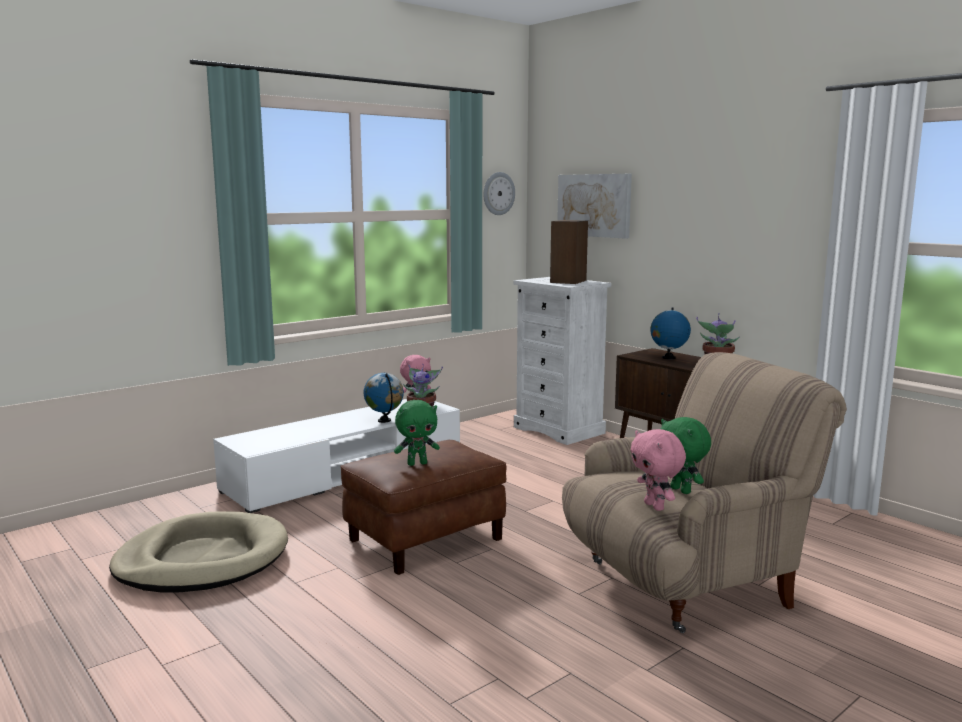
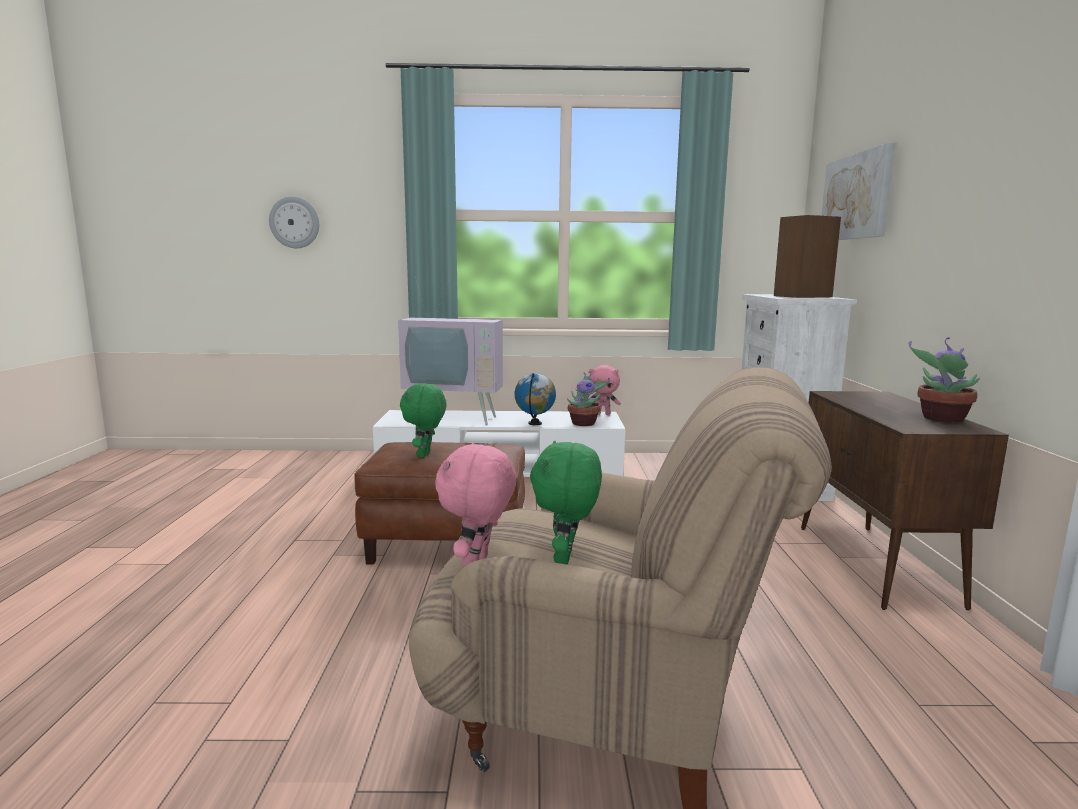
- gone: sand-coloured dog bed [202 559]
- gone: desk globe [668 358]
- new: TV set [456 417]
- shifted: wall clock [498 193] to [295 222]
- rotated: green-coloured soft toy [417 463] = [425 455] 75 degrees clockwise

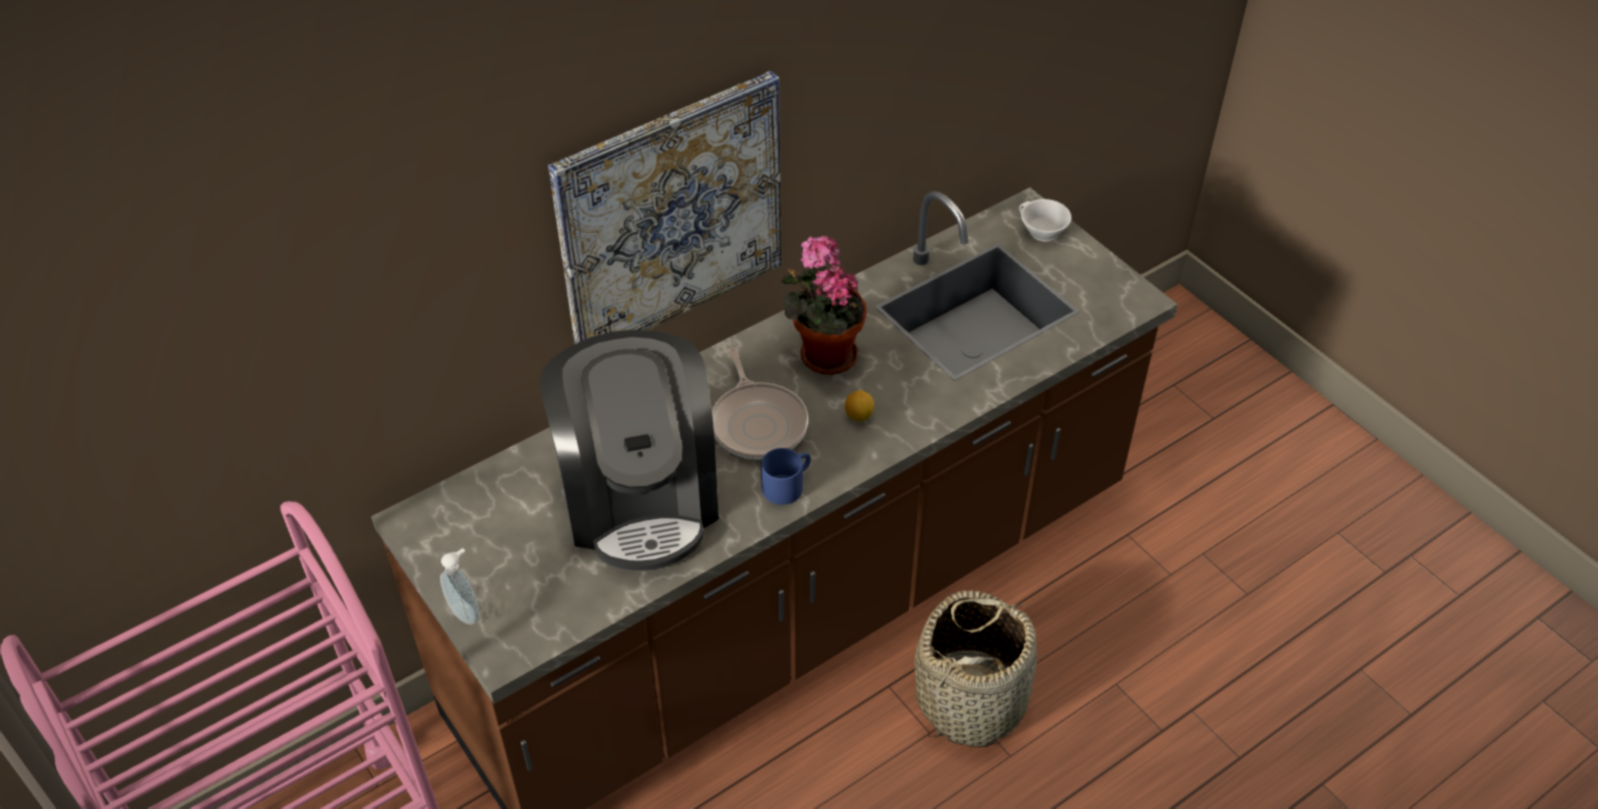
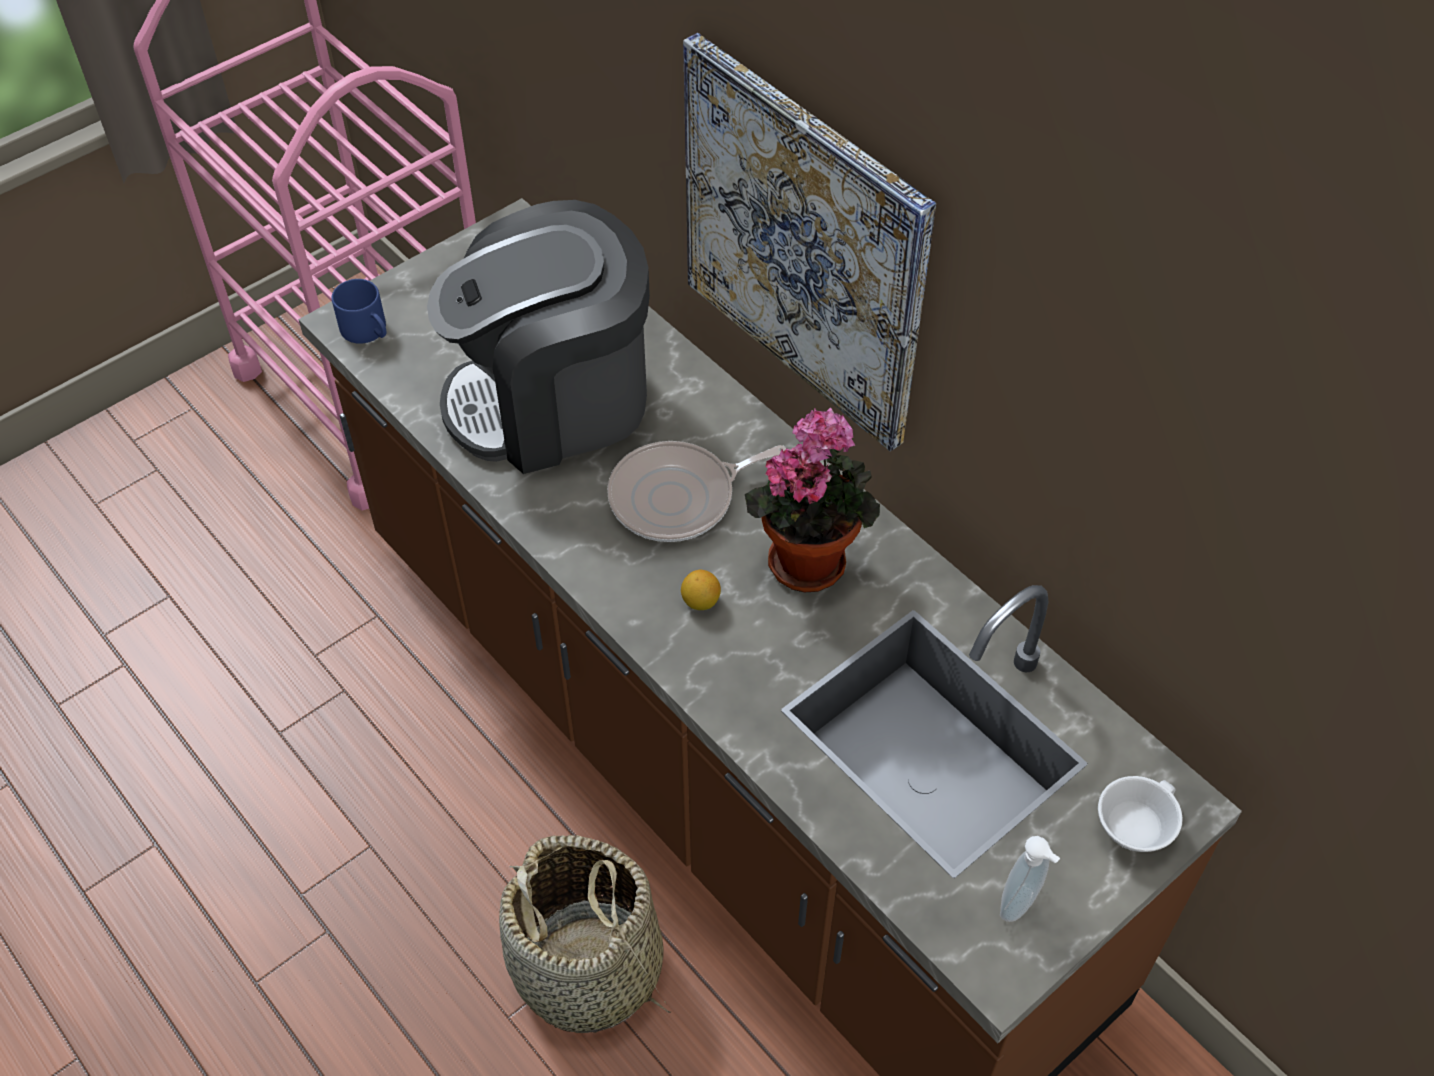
- shifted: soap dispenser [466 612] to [1021 905]
- shifted: blue-coloured coffee mug [787 484] to [369 331]

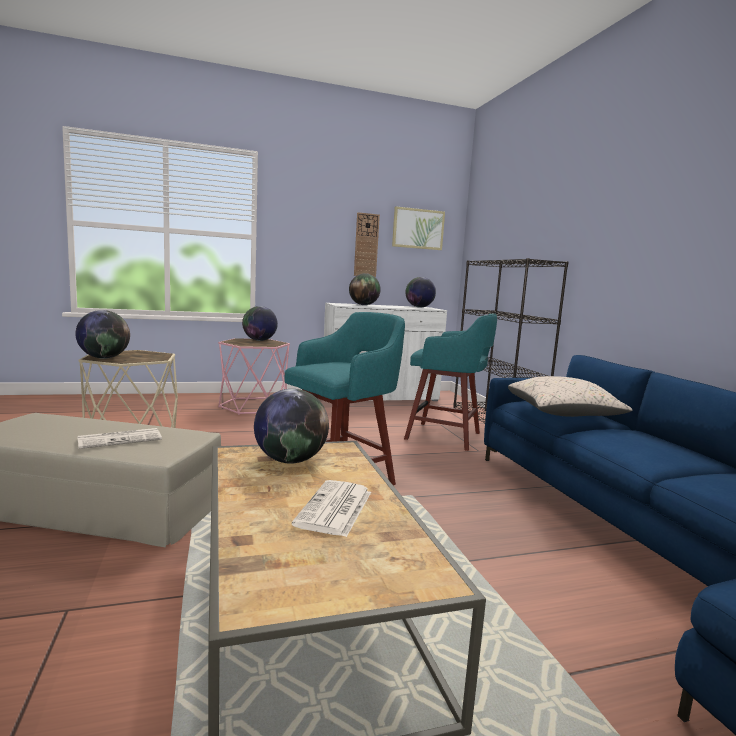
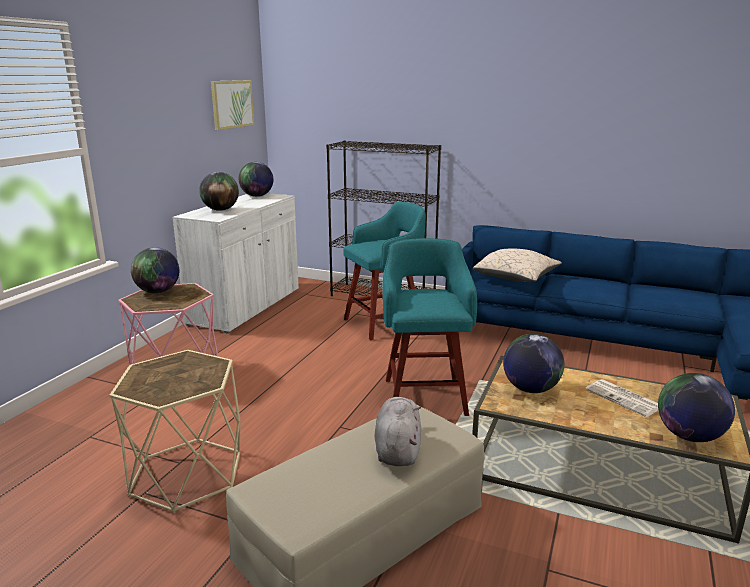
- gone: wall clock [366 245]
- shifted: desk globe [104 358] to [689 436]
- swapped: printed paper [121 439] to greyish soft toy [397 449]

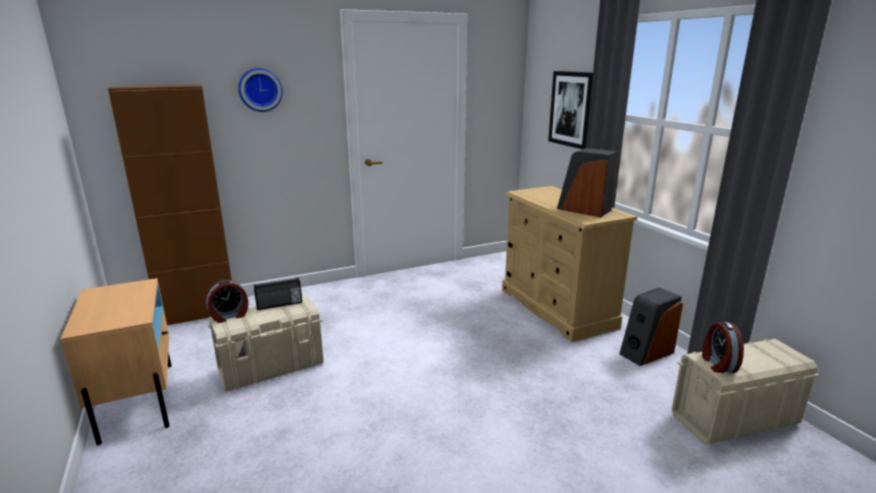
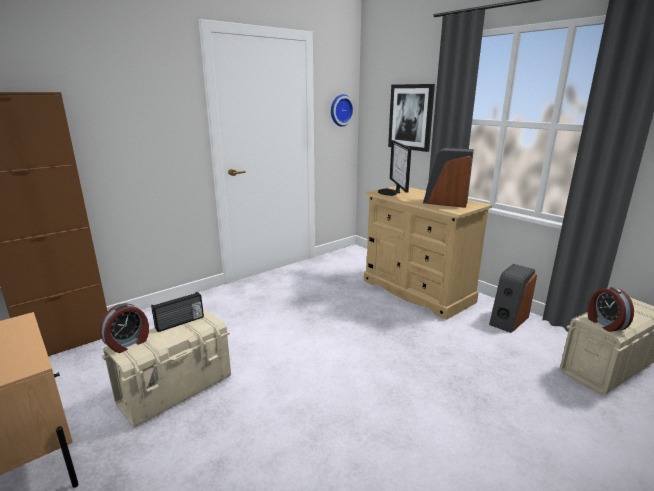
- new: computer display [391 192]
- shifted: wall clock [260 89] to [340 110]

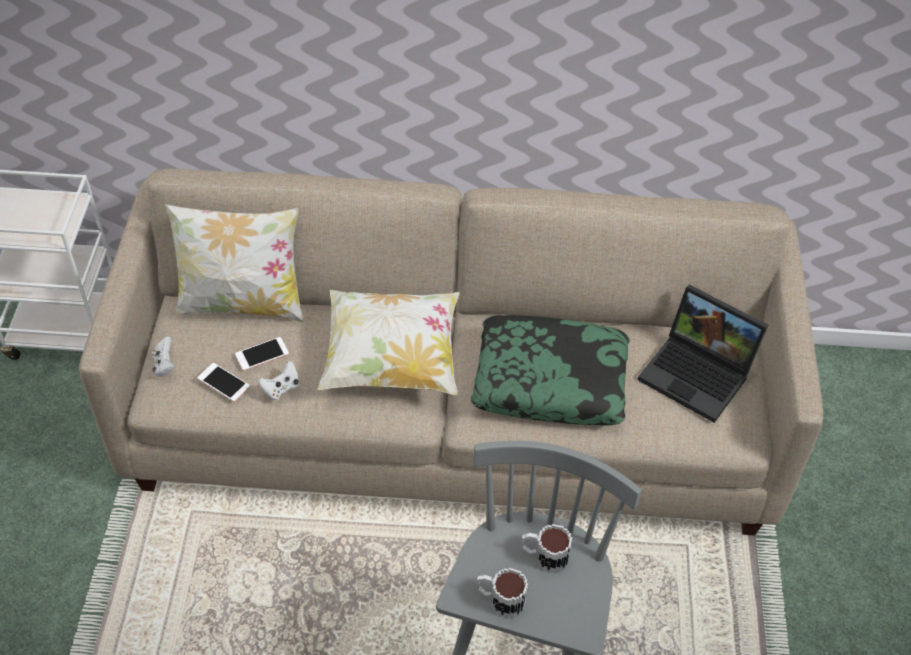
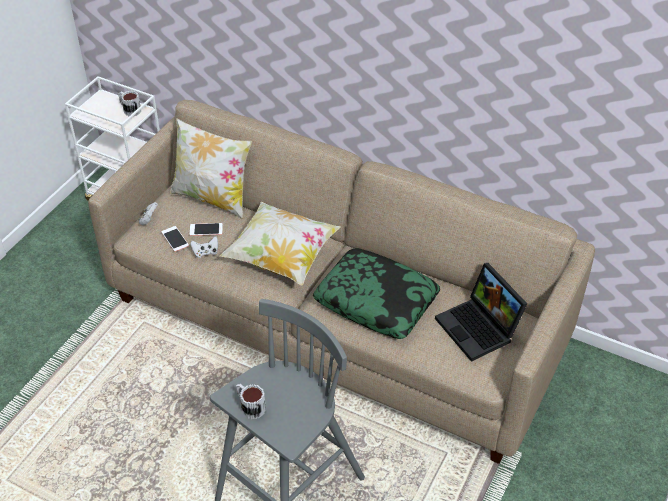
- shifted: coffee mug [544 556] to [129 109]

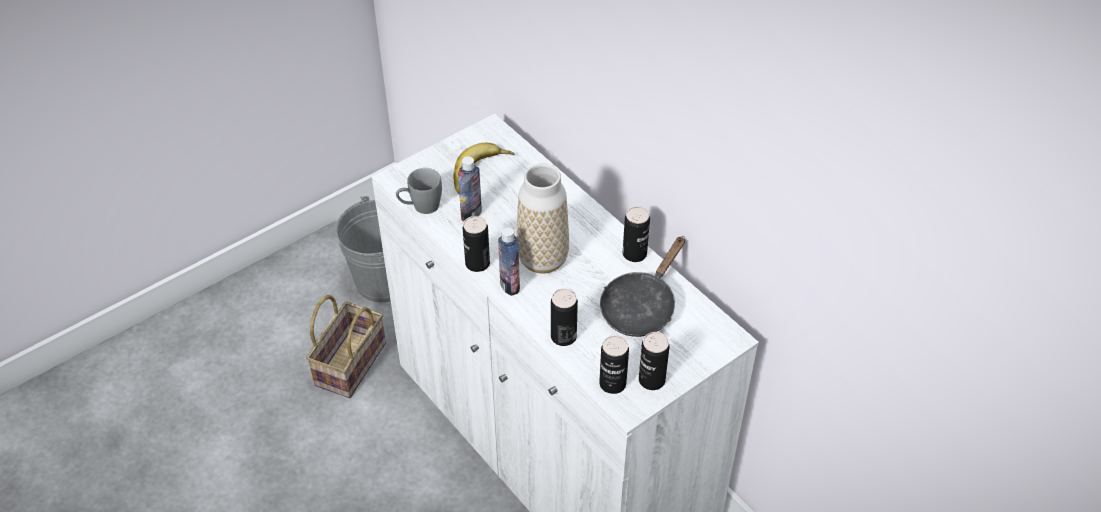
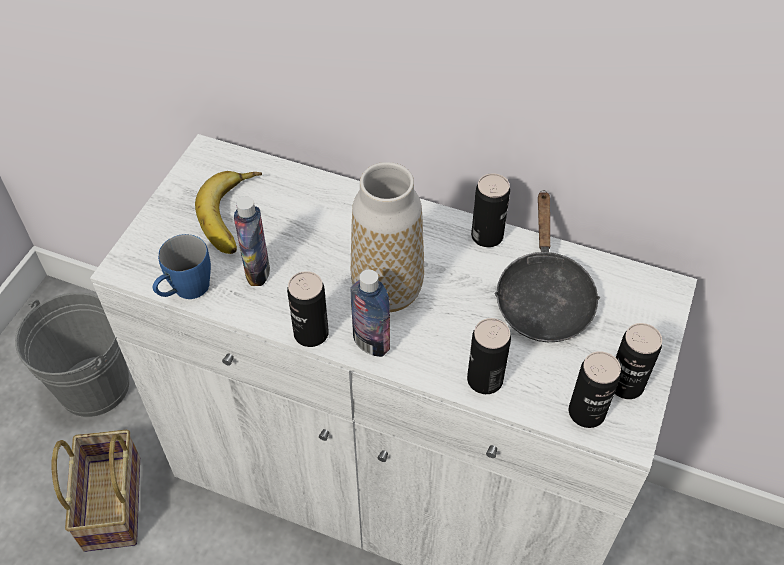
- repainted: greyish coffee mug [420 207] to blue-coloured coffee mug [185 291]

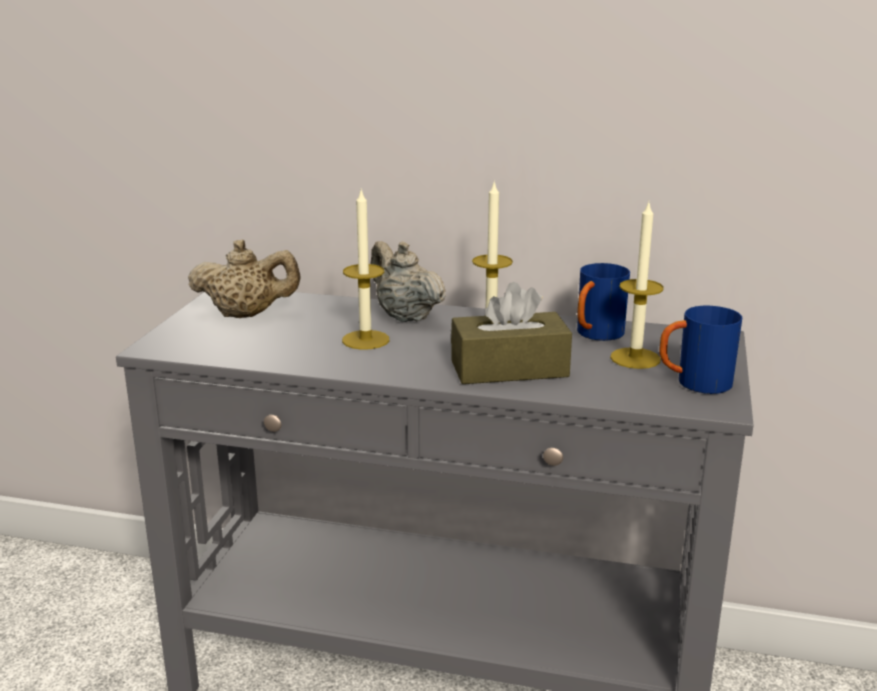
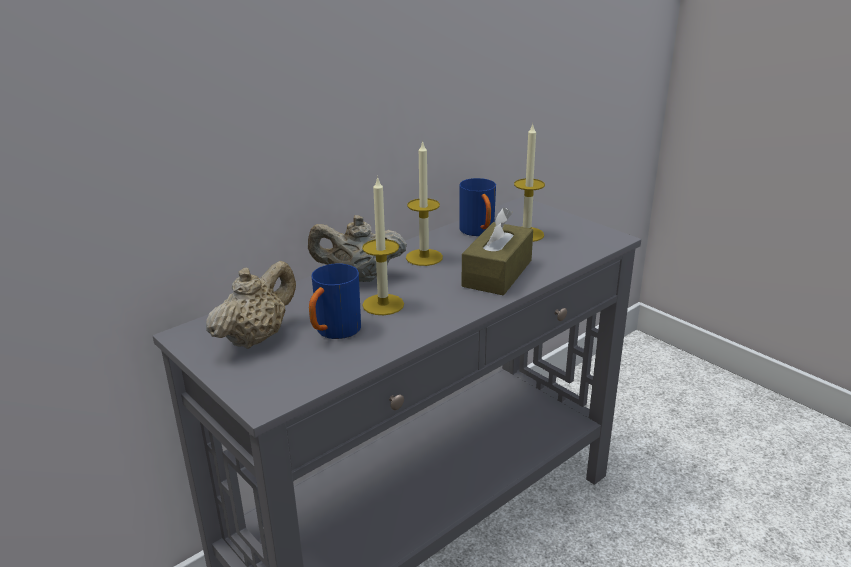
- shifted: blue-coloured coffee mug [694 384] to [333 333]

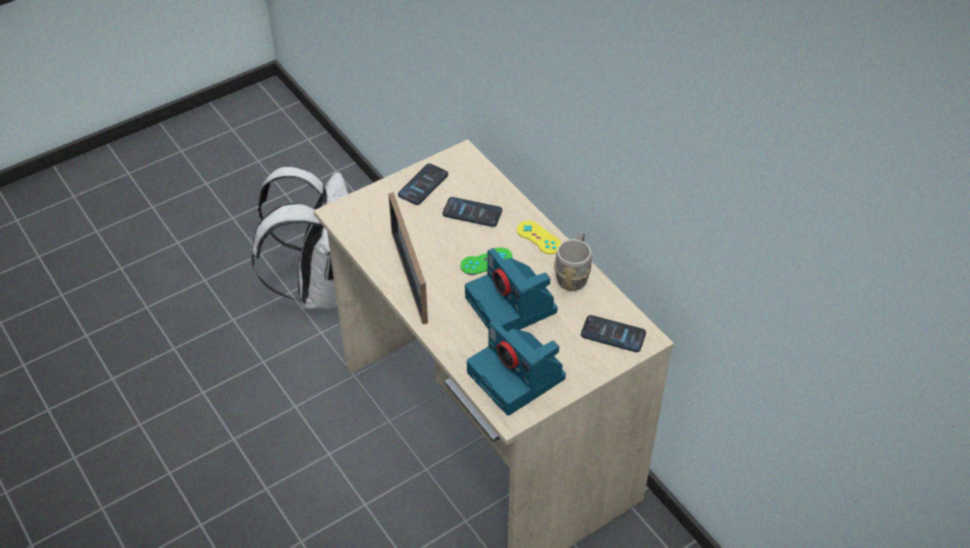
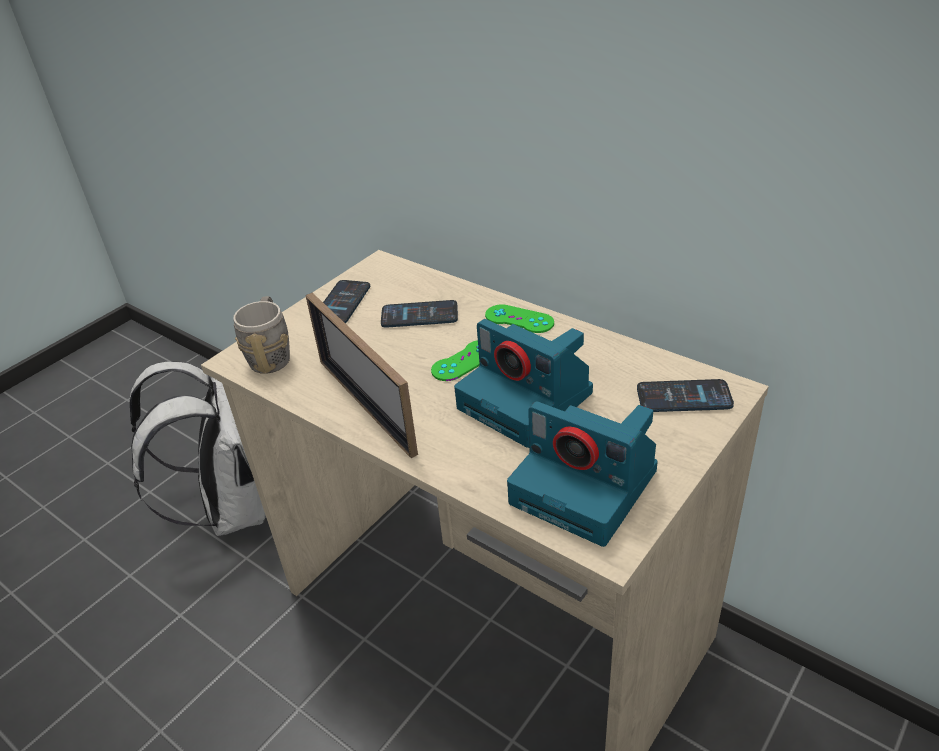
- shifted: greyish coffee mug [573 274] to [271 355]
- repainted: yellowish joypad [539 237] to green-coloured joypad [519 319]

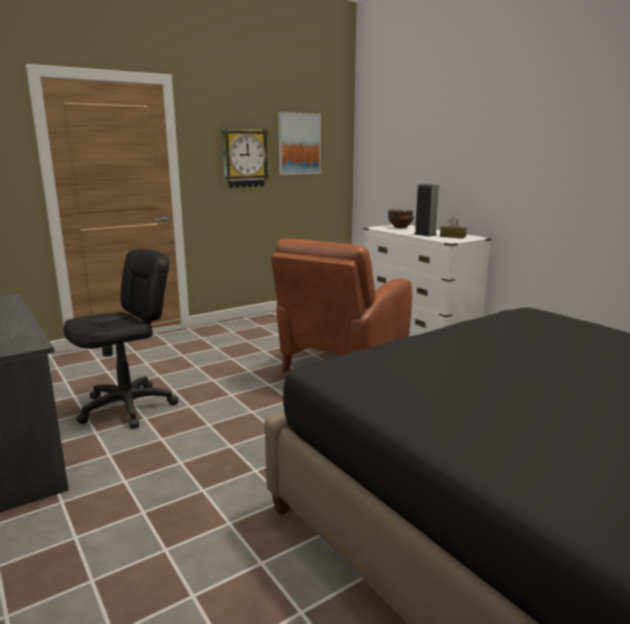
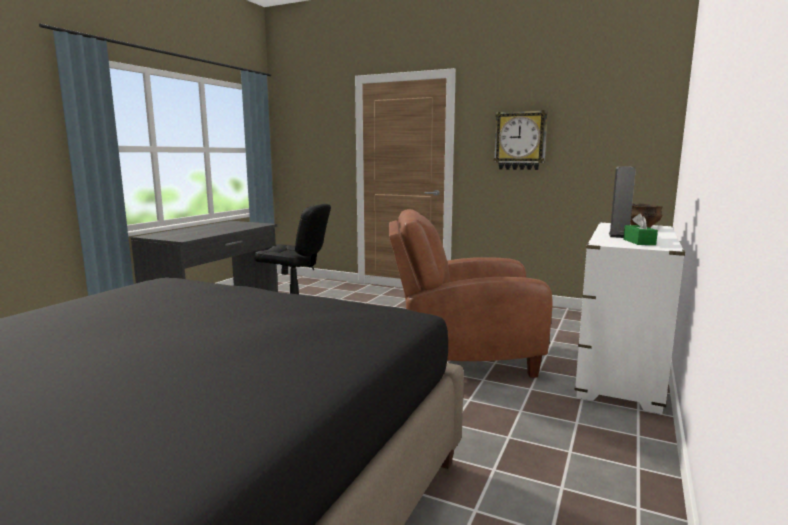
- gone: wall art [299 144]
- repainted: brownish box of tissues [452 236] to green-coloured box of tissues [639 242]

